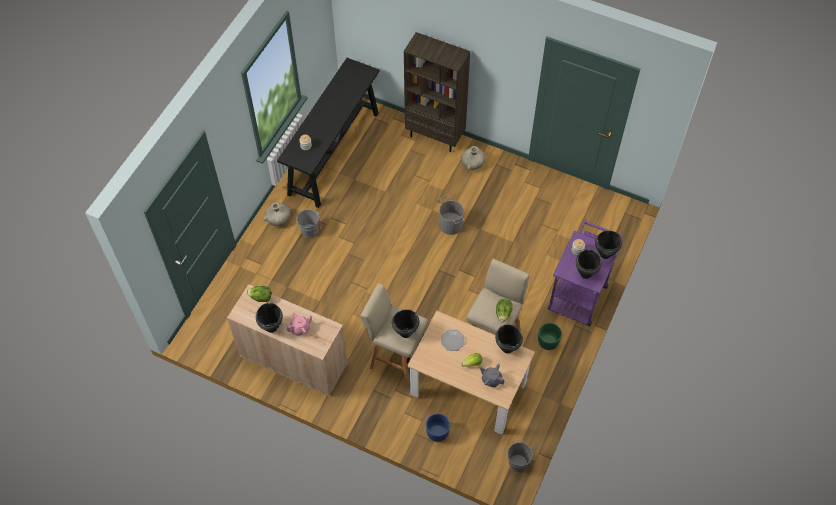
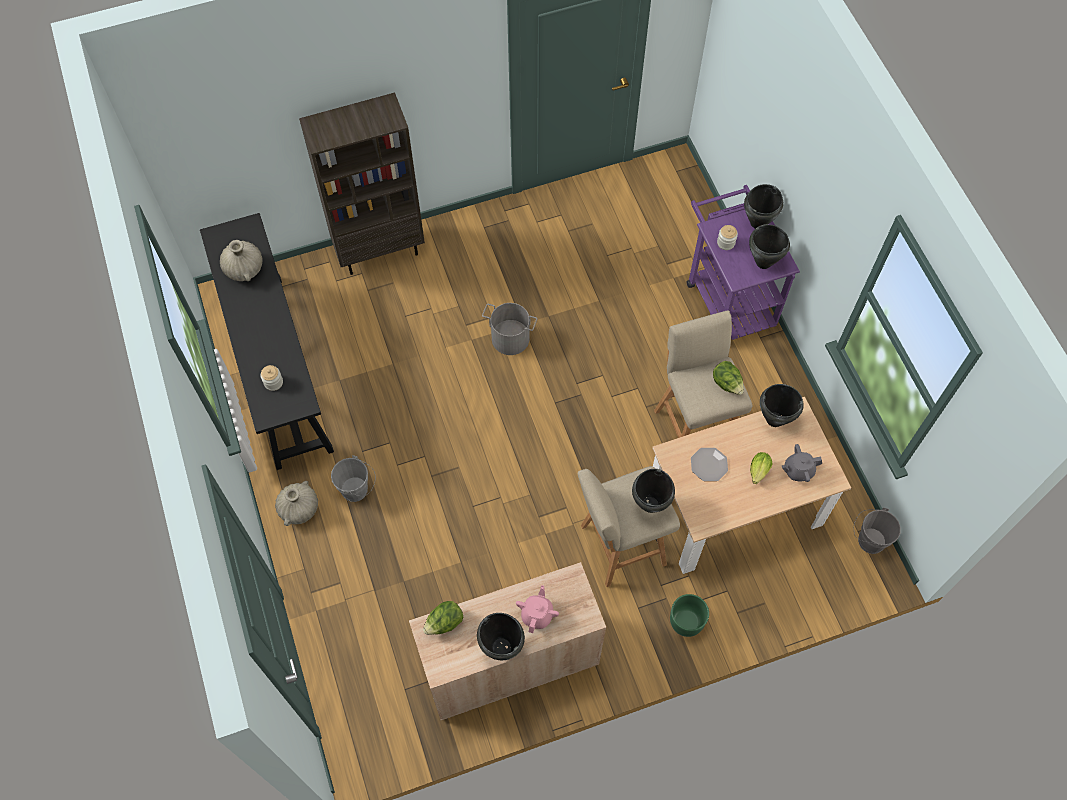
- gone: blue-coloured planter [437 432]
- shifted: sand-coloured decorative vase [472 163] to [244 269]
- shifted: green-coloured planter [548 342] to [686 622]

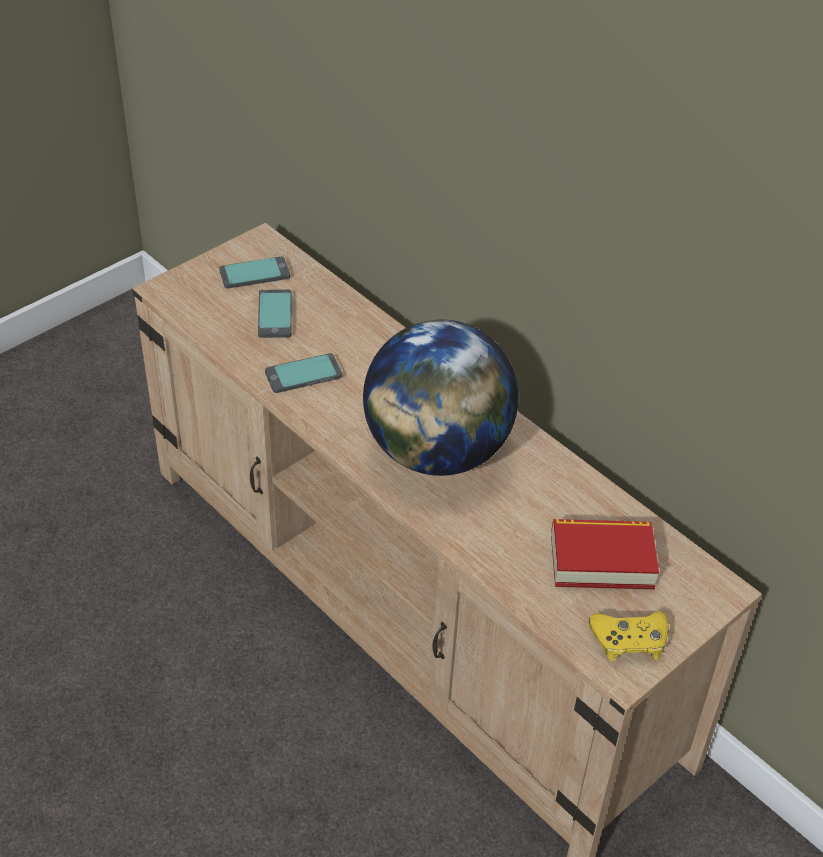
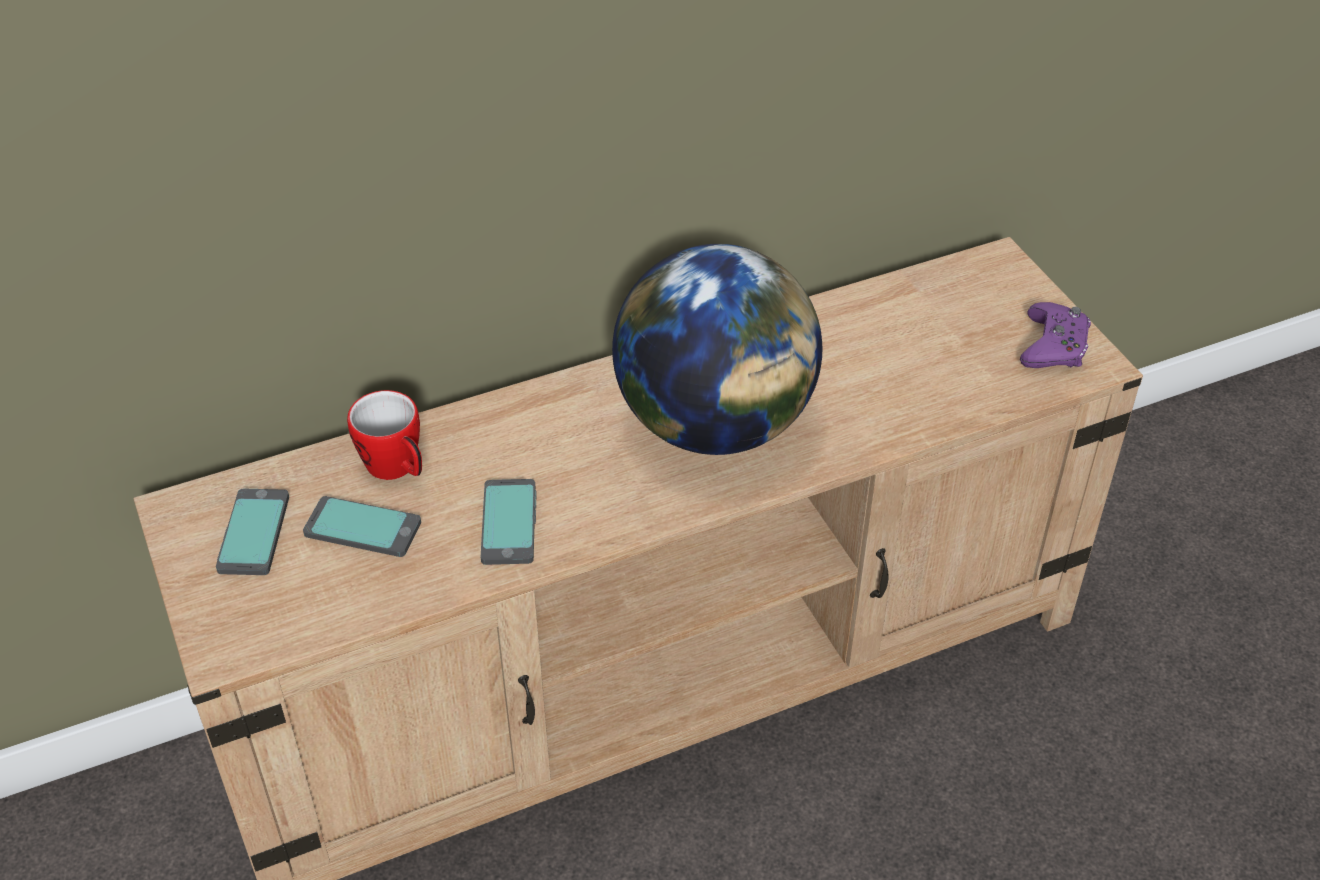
- gone: book [601 560]
- new: coffee mug [397 469]
- repainted: yellowish joypad [629 640] to purple-coloured joypad [1053 346]

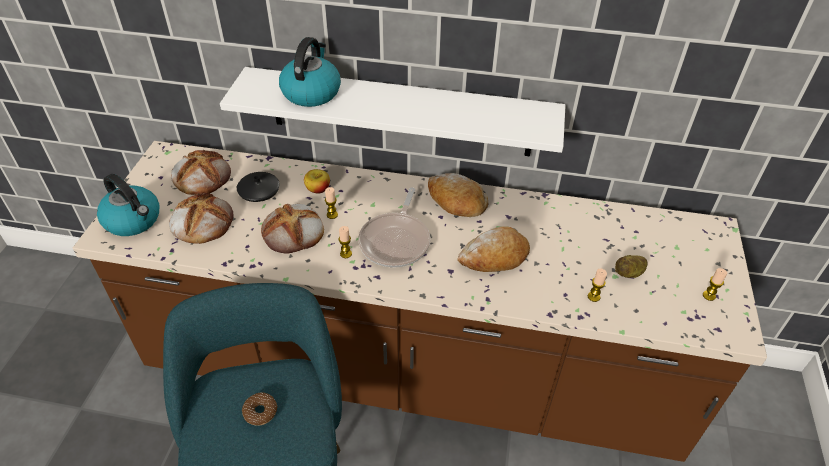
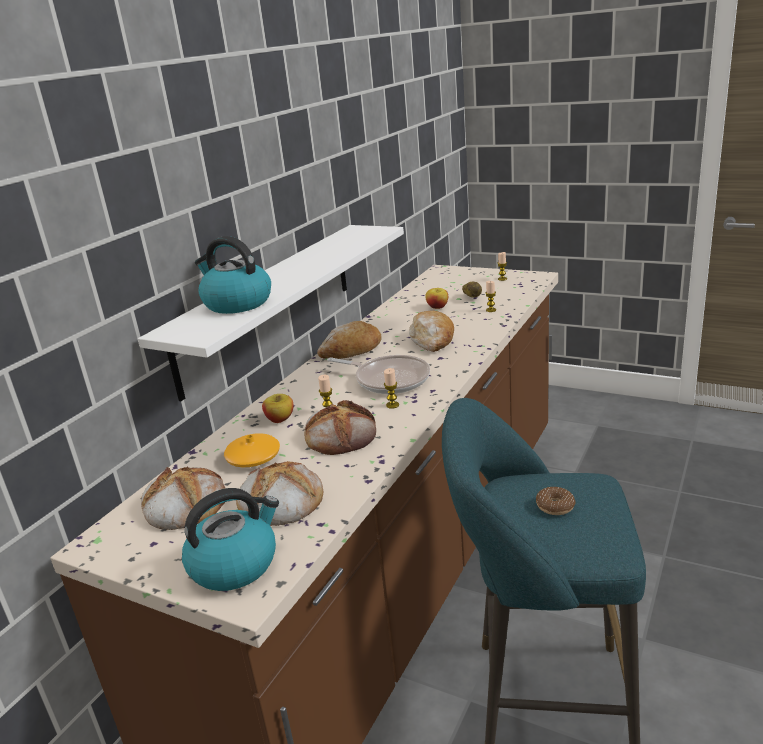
- new: apple fruit [437 307]
- repainted: black-coloured decorative vase [259 191] to orangey decorative vase [253 458]

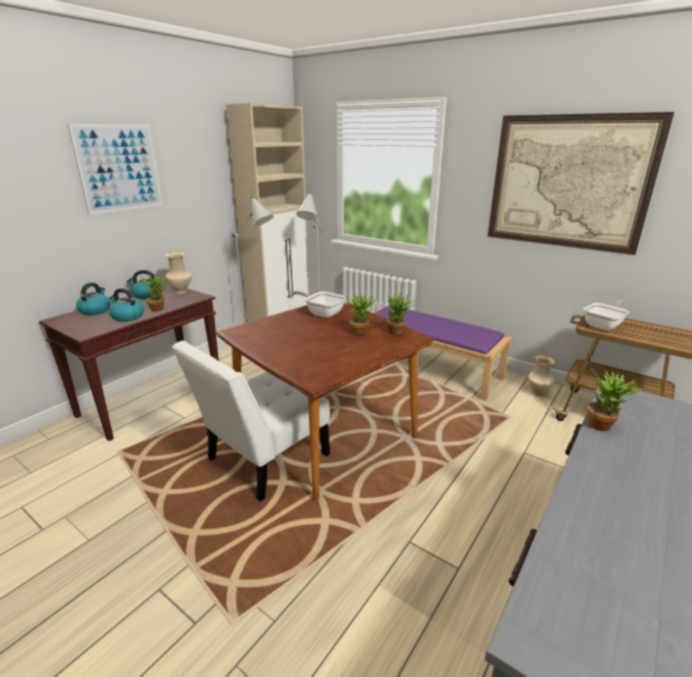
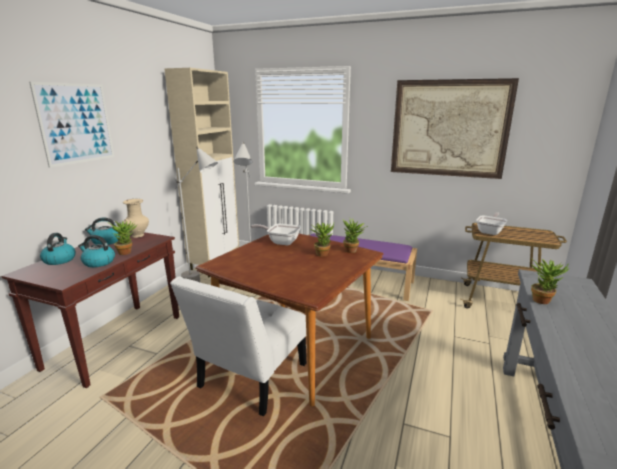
- gone: sand-coloured decorative vase [538 392]

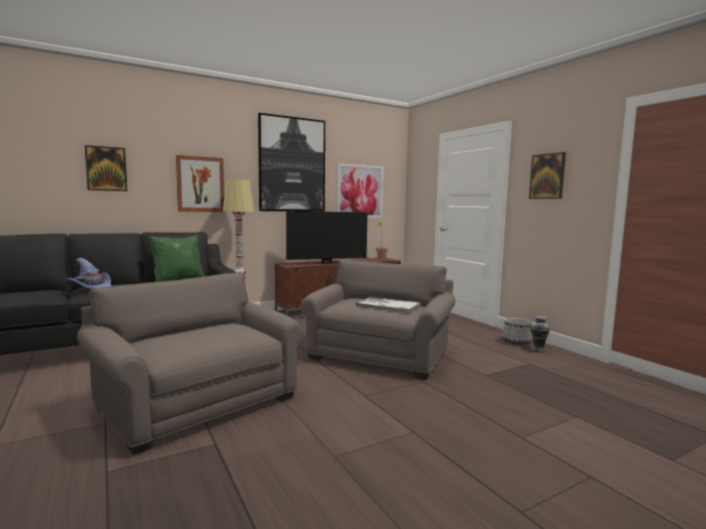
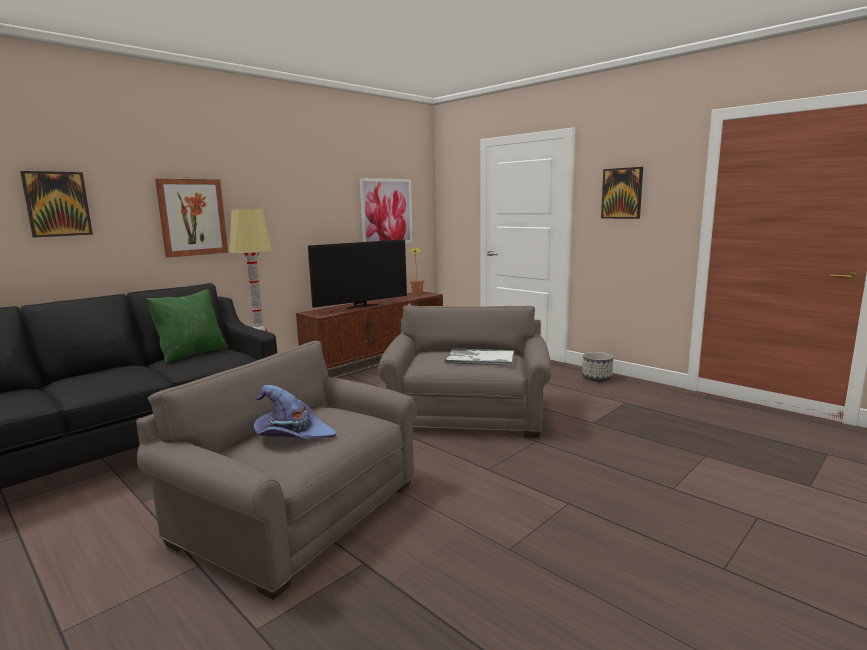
- gone: wall art [292 165]
- gone: decorative vase [538 350]
- shifted: purple-coloured wearable hat [91 288] to [292 435]

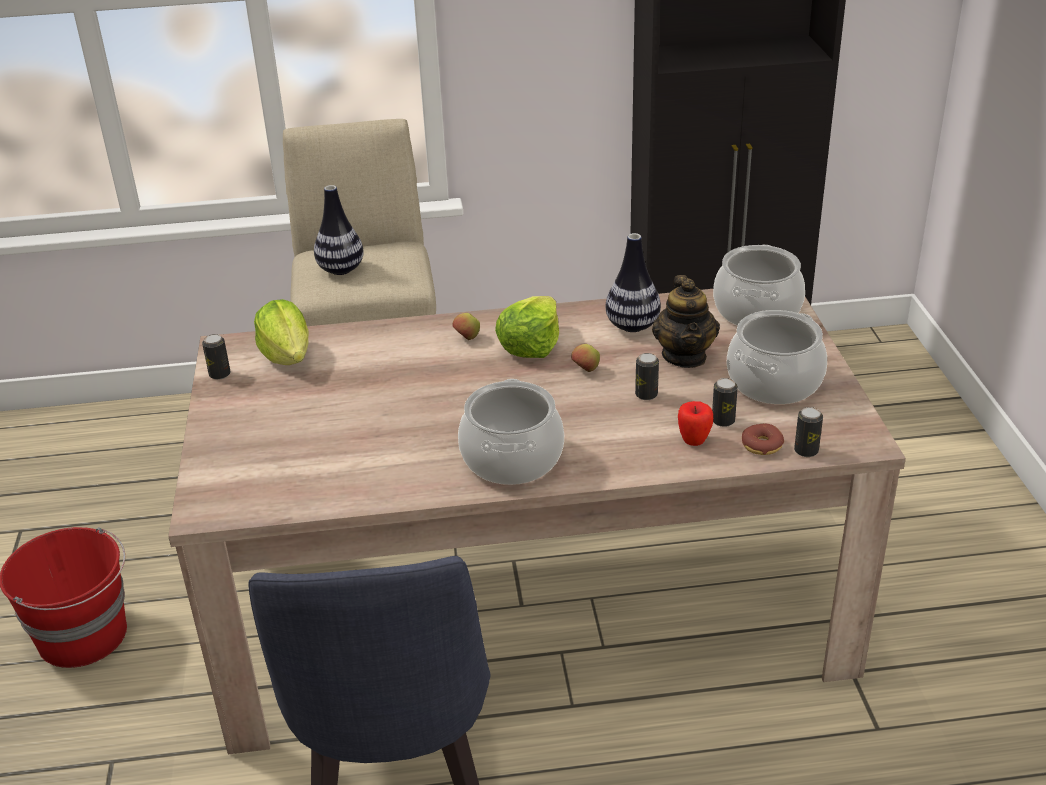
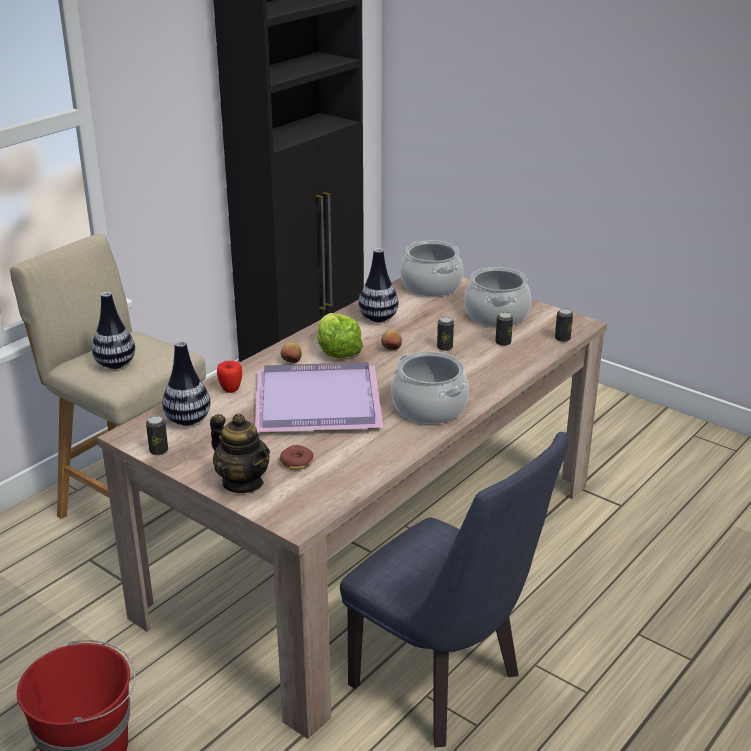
- new: purple-coloured carrying tray [315 403]
- shifted: pot for tea [685 356] to [243 482]
- shifted: apple fruit [694 441] to [230 389]
- shifted: ring doughnut [762 445] to [297 462]
- swapped: lettuce [287 355] to decorative vase [188 420]

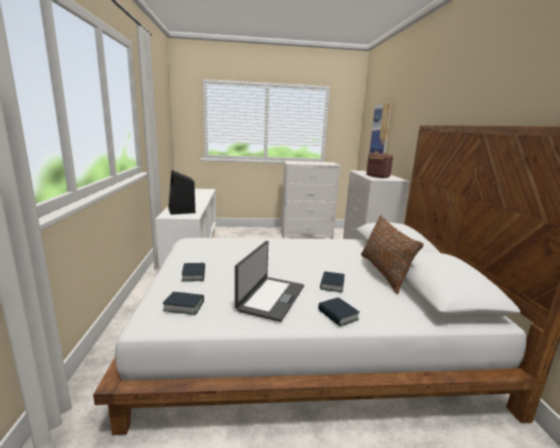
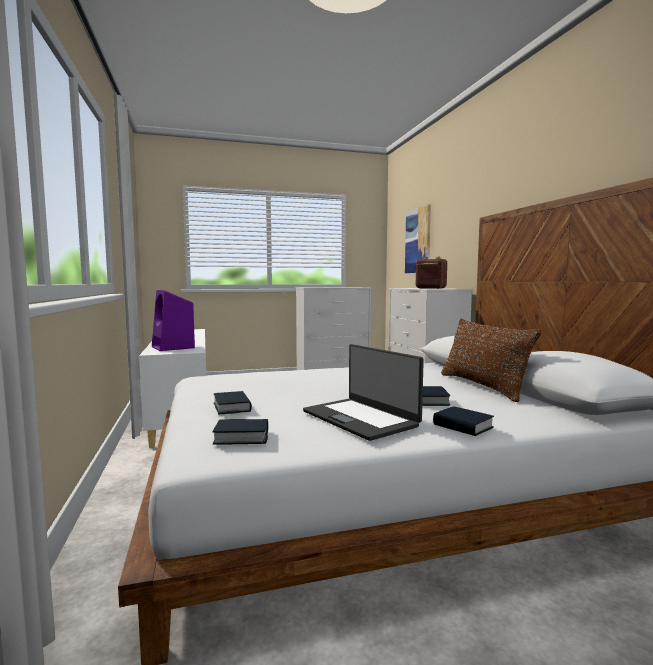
- repainted: black-coloured audio speaker [182 211] to purple-coloured audio speaker [173 347]
- rotated: portable computer [270 297] = [360 418] 135 degrees clockwise

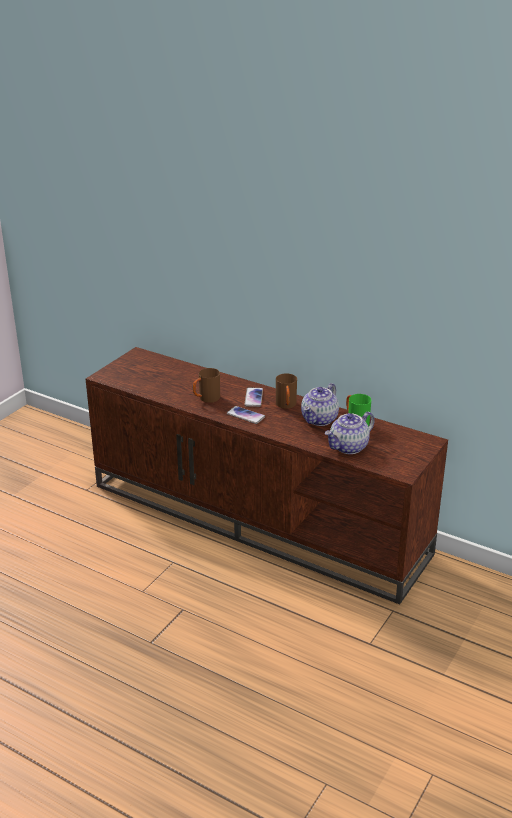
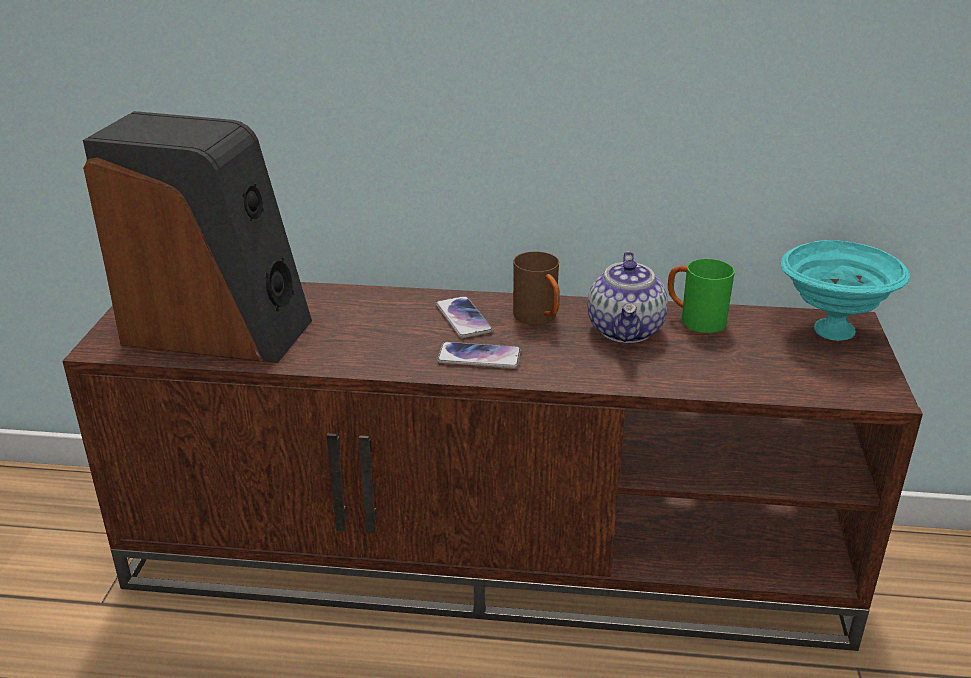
- gone: brownish coffee mug [206 399]
- gone: pot for tea [349 447]
- new: audio speaker [218 330]
- new: turquoise bowl [830 331]

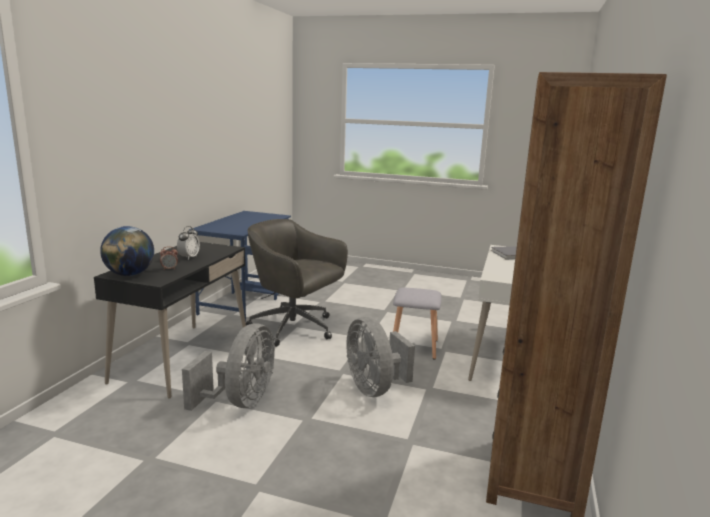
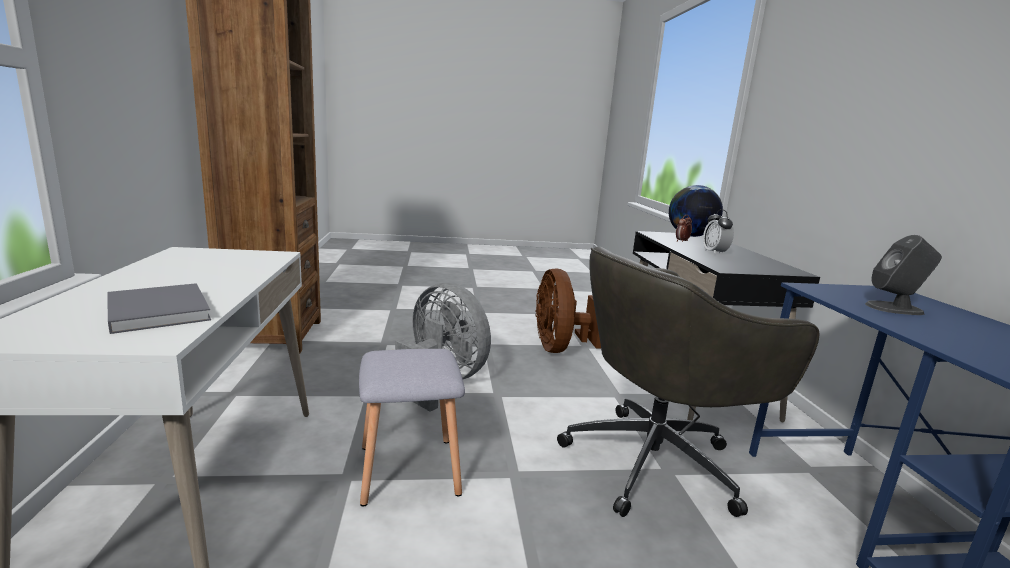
- new: greyish audio speaker [894 308]
- repainted: greyish electric fan [240 402] to brownish electric fan [560 348]
- rotated: greyish computer chair [295 328] = [656 461] 150 degrees clockwise

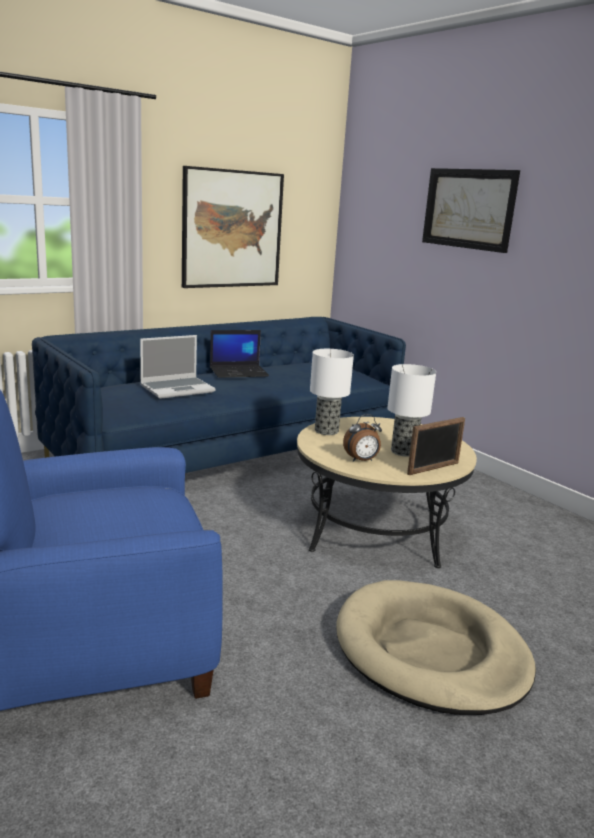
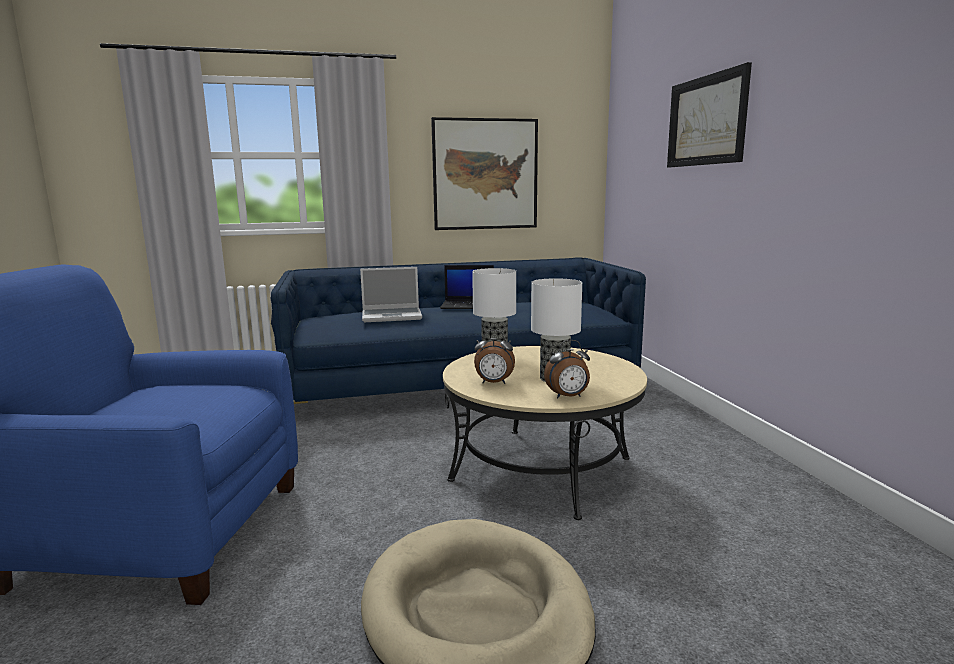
- swapped: standing frame [433 468] to bedside clock [568 397]

